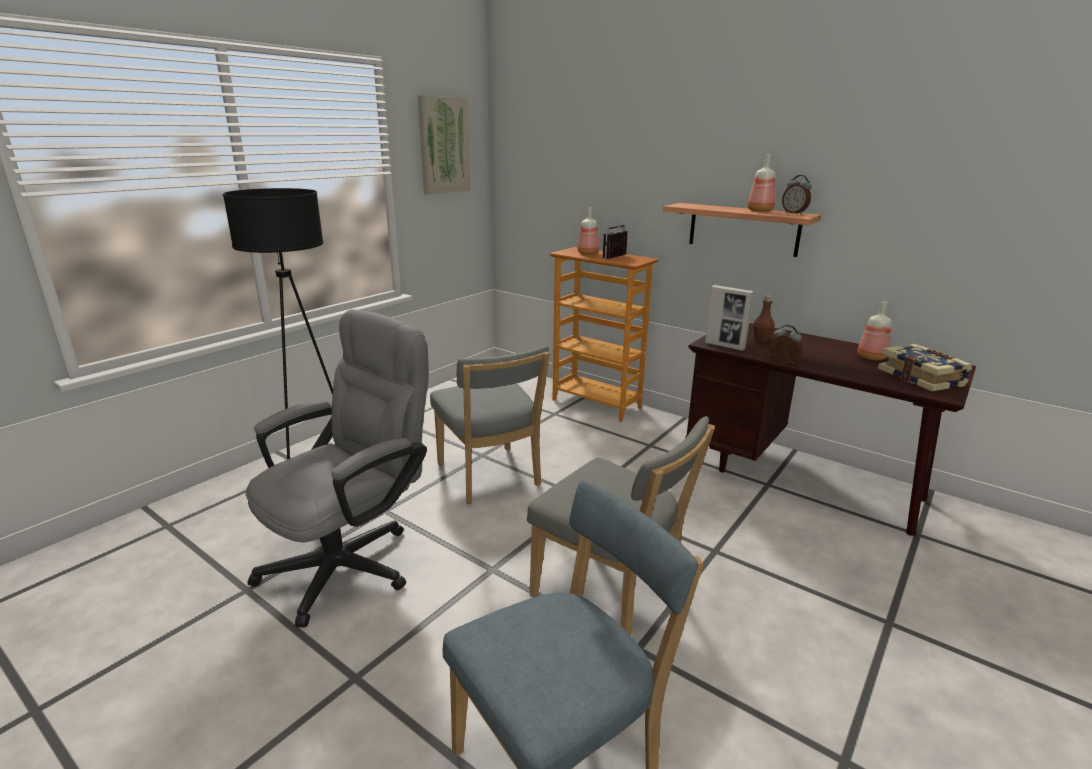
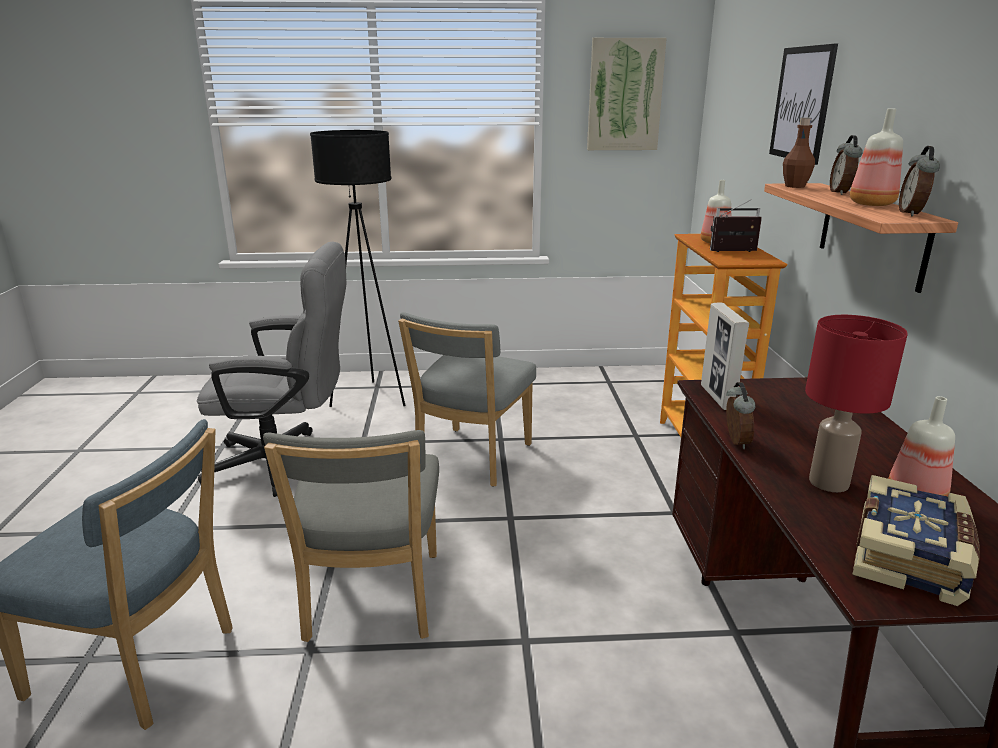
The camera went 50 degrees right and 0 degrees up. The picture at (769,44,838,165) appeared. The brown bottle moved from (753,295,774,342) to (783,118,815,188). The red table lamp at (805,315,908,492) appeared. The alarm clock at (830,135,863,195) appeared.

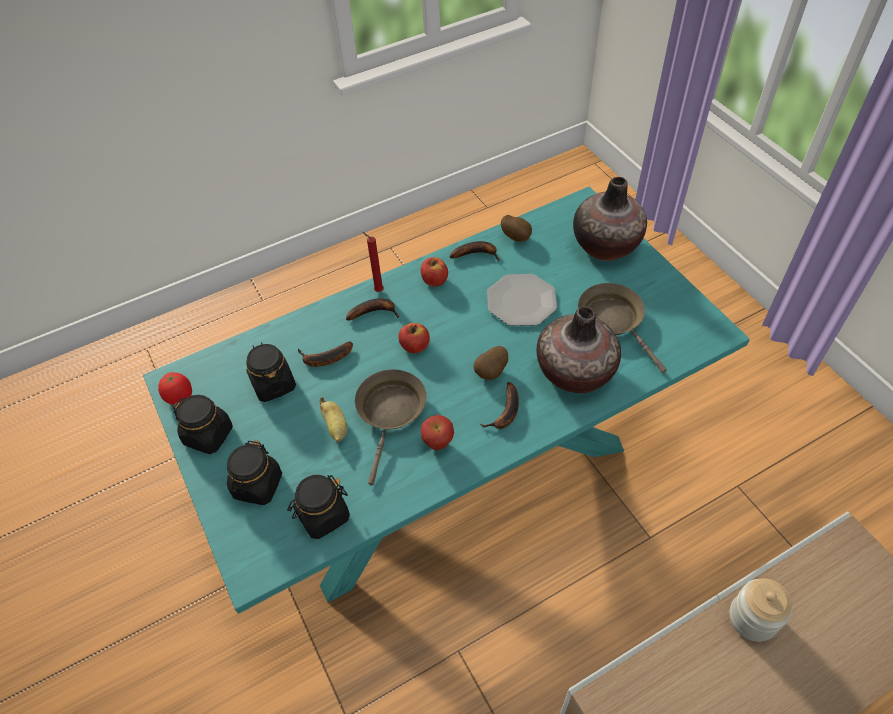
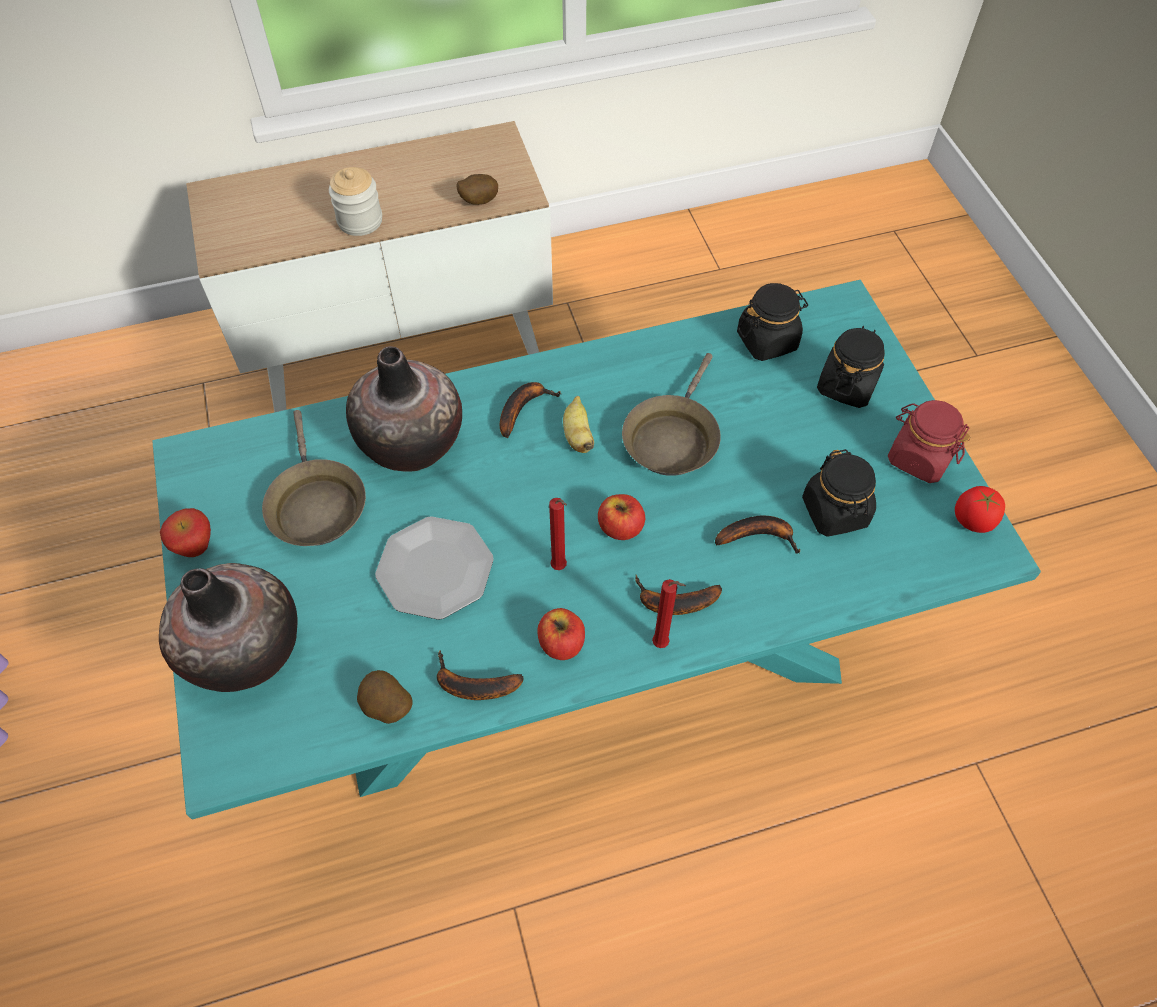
The camera went 170 degrees left and 5 degrees up. The apple moved from (421,415,454,450) to (160,508,211,557). The potato moved from (474,346,508,380) to (456,174,498,205). The red candle at (549,498,567,570) appeared. The banana moved from (319,397,347,443) to (563,396,594,453). The black jar at (174,395,233,454) became the red jar at (888,400,970,483).

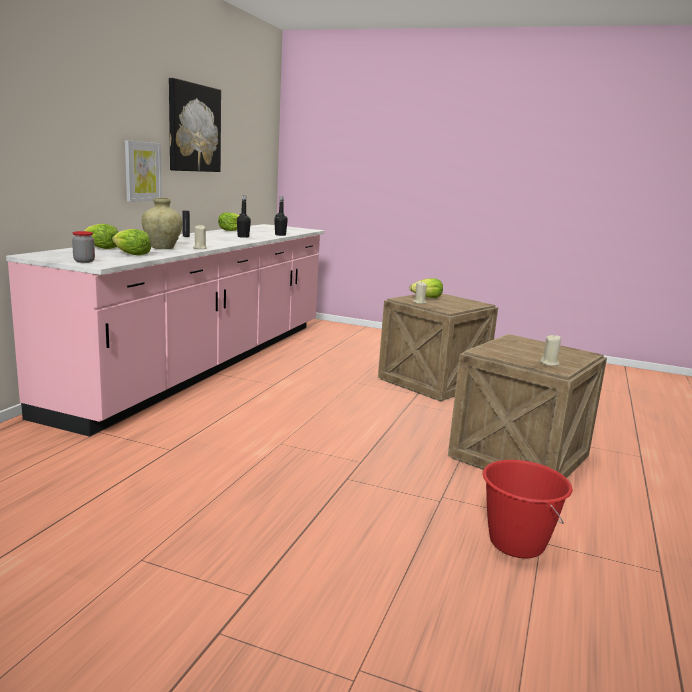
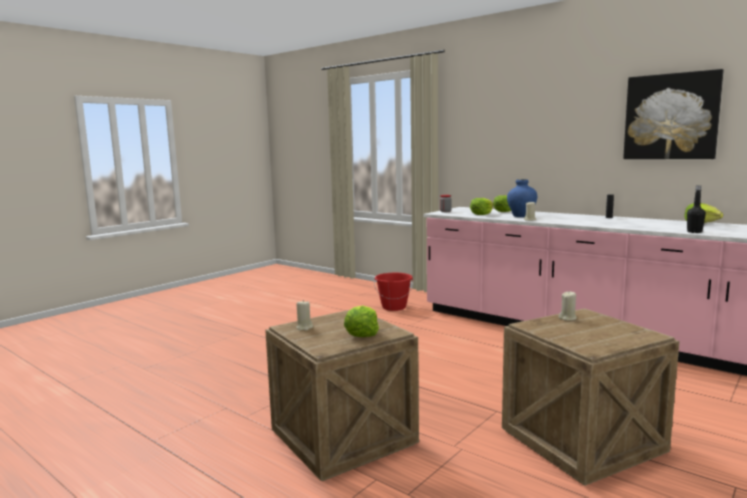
The camera went 110 degrees right and 5 degrees down. The lettuce moved from (410,278,443,298) to (344,305,379,337). The red bucket moved from (483,460,573,558) to (374,273,413,311). The beige vase at (142,198,182,249) became the blue vase at (507,179,537,217). The picture at (125,140,162,202) disappeared. The black bottle at (237,196,251,238) disappeared.

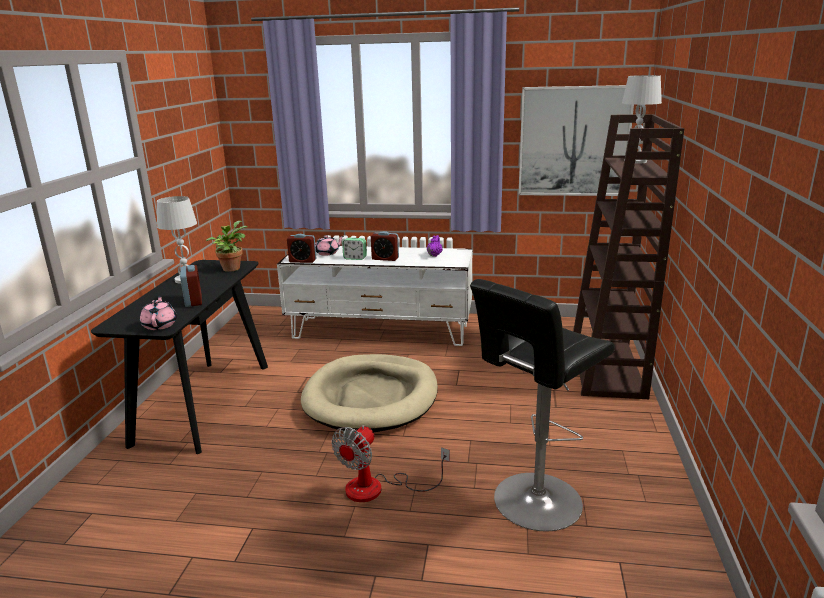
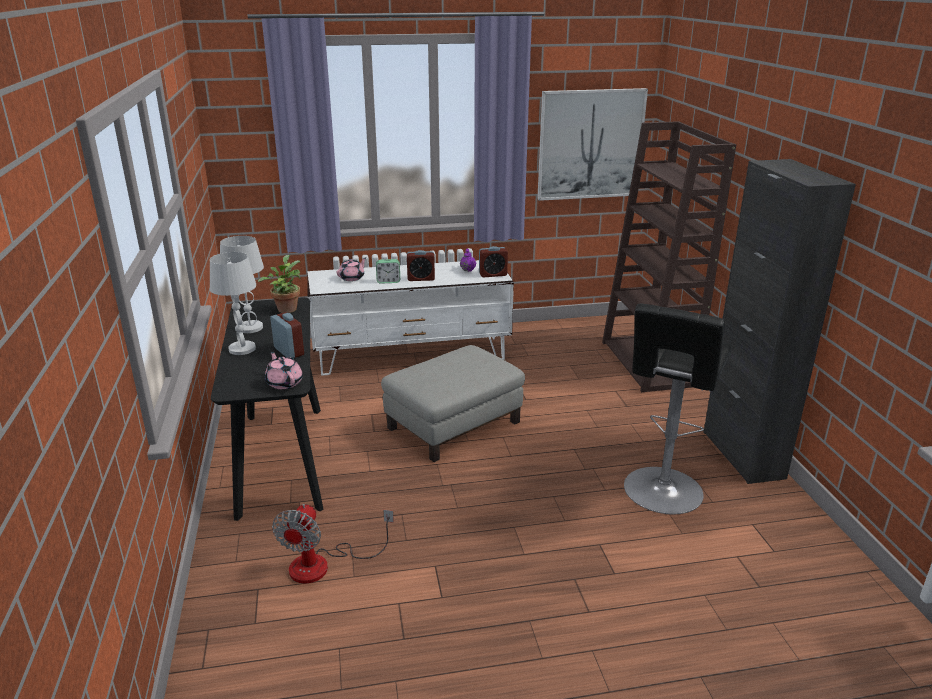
The camera went 20 degrees left and 5 degrees up. The white table lamp moved from (622,75,662,164) to (210,252,256,355). The fan moved from (331,425,450,502) to (272,504,394,584). The beige dog bed at (301,354,438,432) was replaced by the grey ottoman at (381,345,525,462). The alarm clock moved from (287,234,316,263) to (479,246,508,277). The black cabinet at (703,159,856,484) appeared.

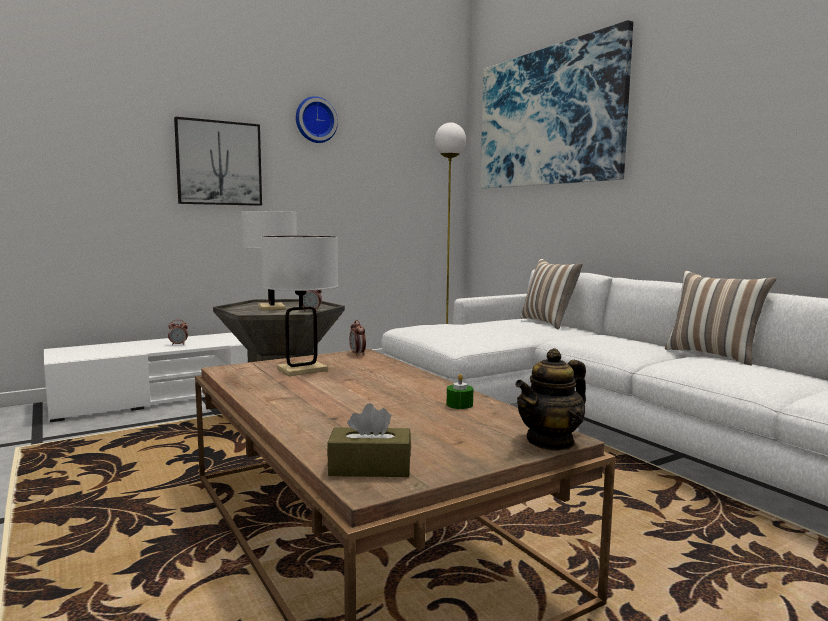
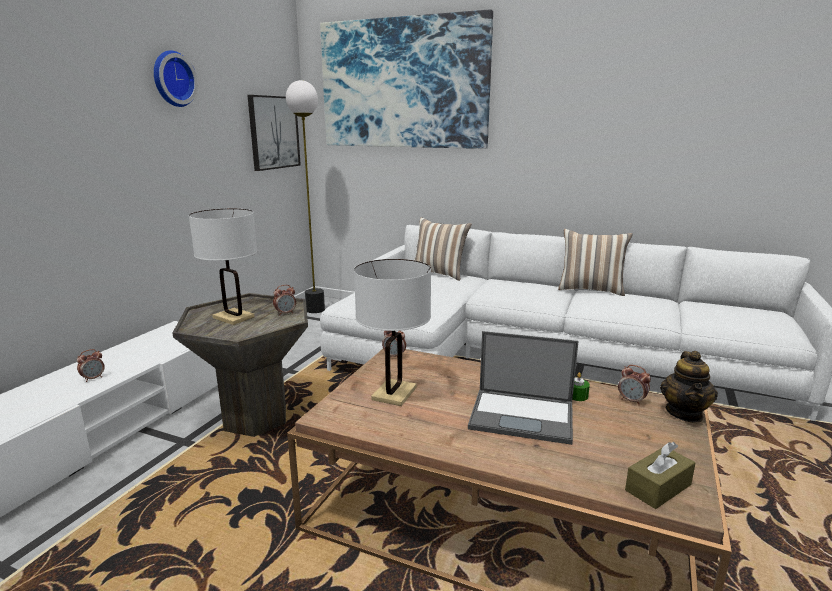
The camera went 35 degrees left and 10 degrees up. The picture moved from (174,117,262,206) to (247,95,301,171). The laptop at (468,331,579,445) appeared. The alarm clock at (618,365,651,405) appeared.

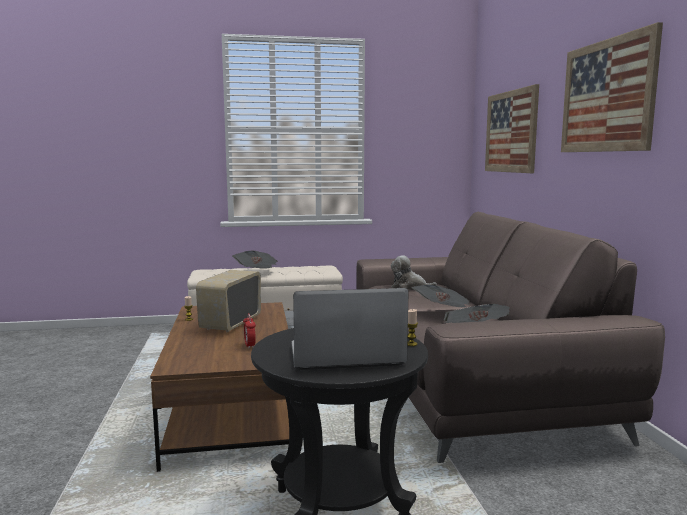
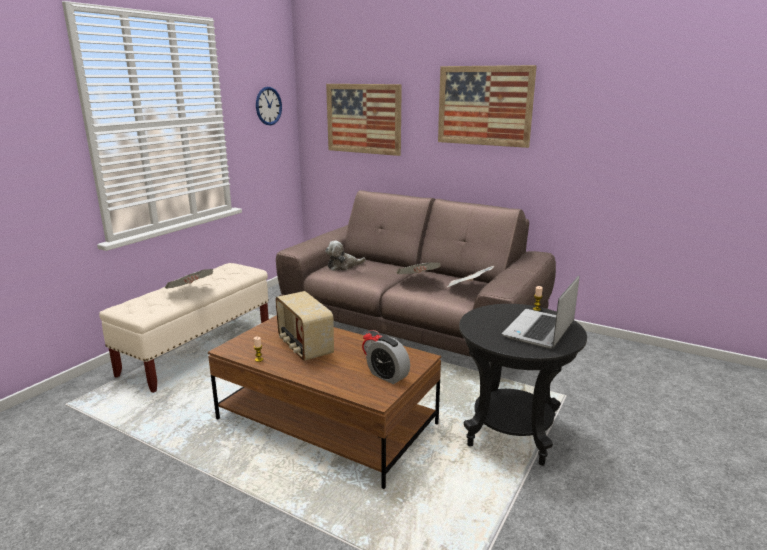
The camera went 50 degrees left and 10 degrees up. The wall clock at (256,87,282,125) appeared. The alarm clock at (366,336,410,384) appeared.

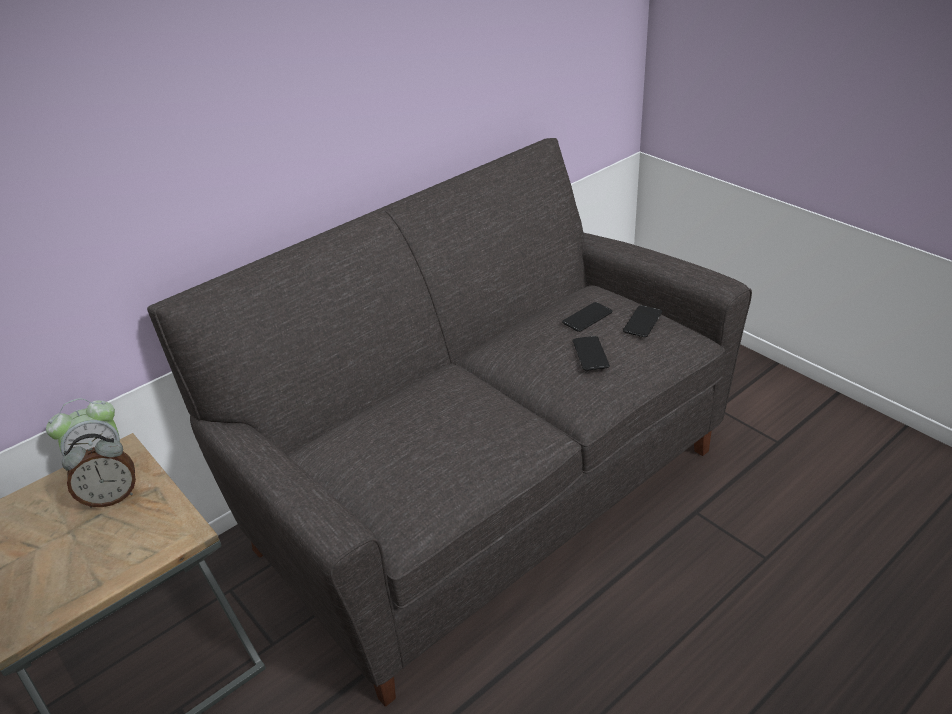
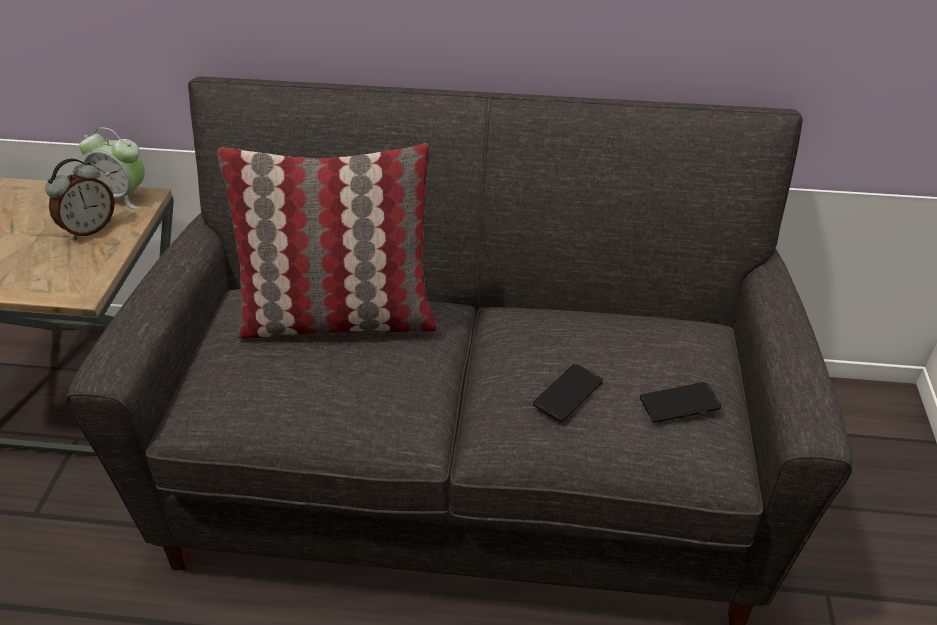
The camera went 45 degrees right and 5 degrees up. The alarm clock at (62,433,136,508) turned 75 degrees counterclockwise. The pillow at (217,143,437,339) appeared. The phone at (562,302,612,332) disappeared.

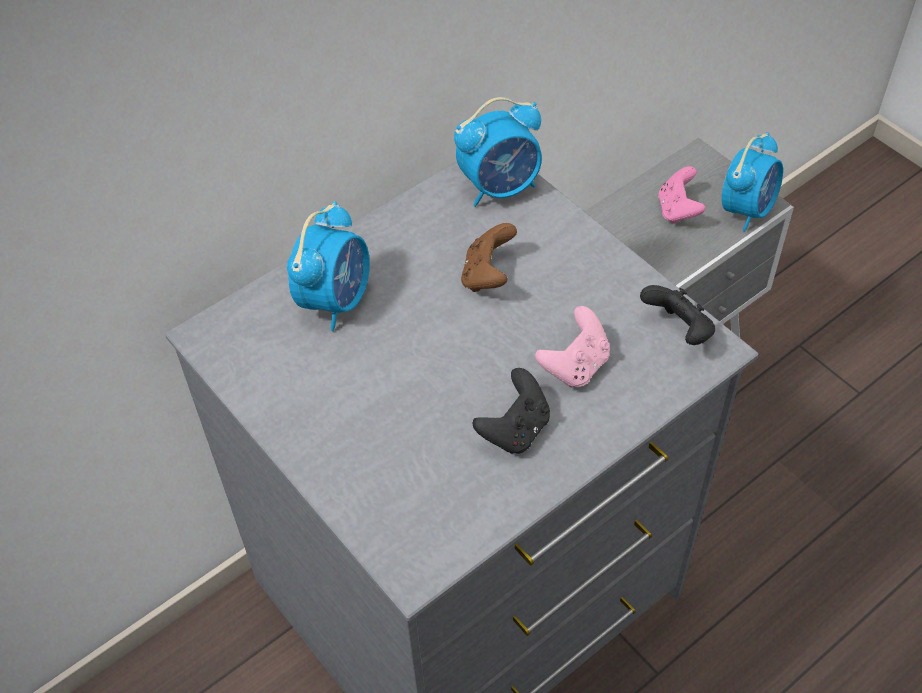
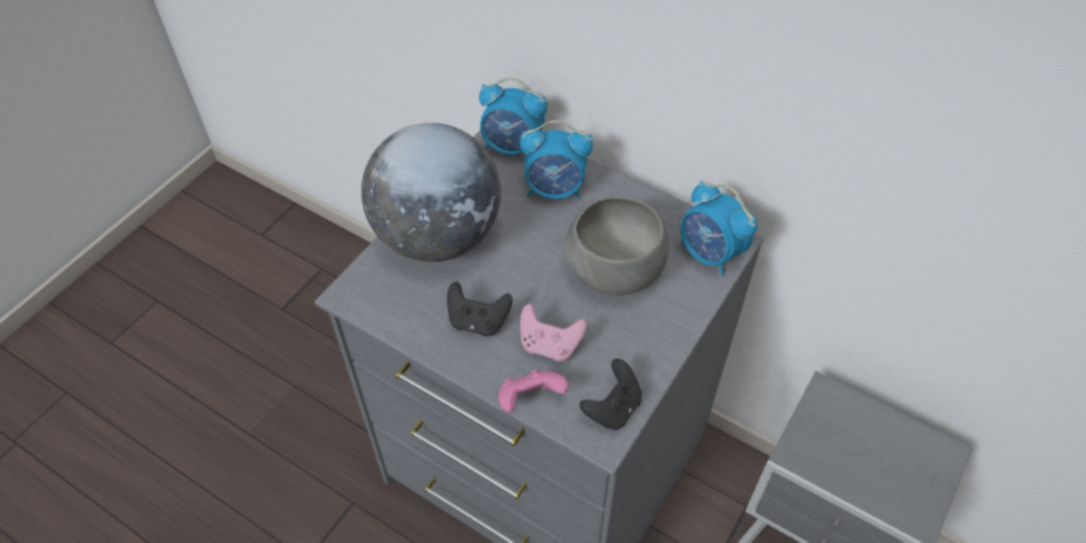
The camera went 70 degrees right and 0 degrees up. The globe at (361,123,501,262) appeared. The alarm clock moved from (722,132,783,232) to (479,78,547,155). The pink game controller moved from (658,166,706,224) to (498,370,569,412). The brown game controller at (461,223,517,292) was replaced by the grey bowl at (564,197,669,295).

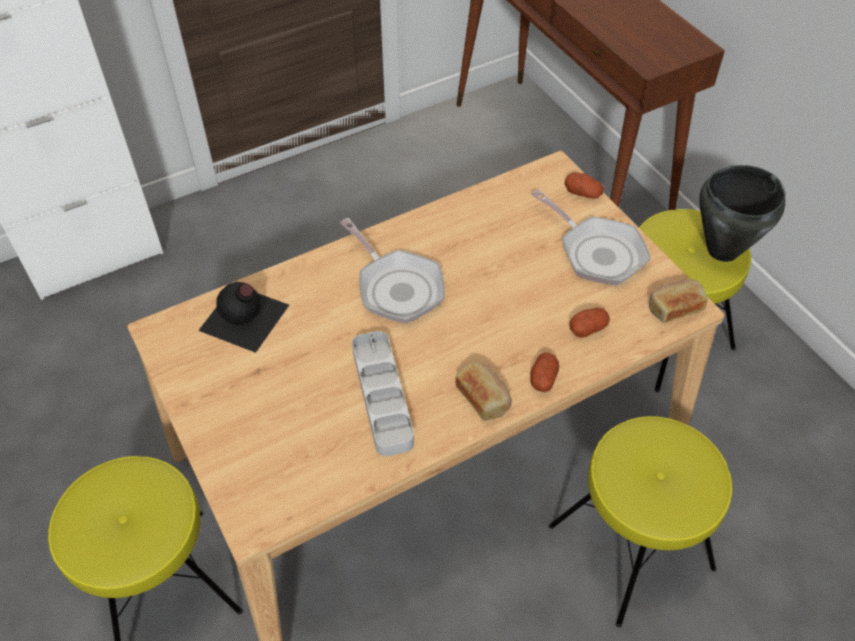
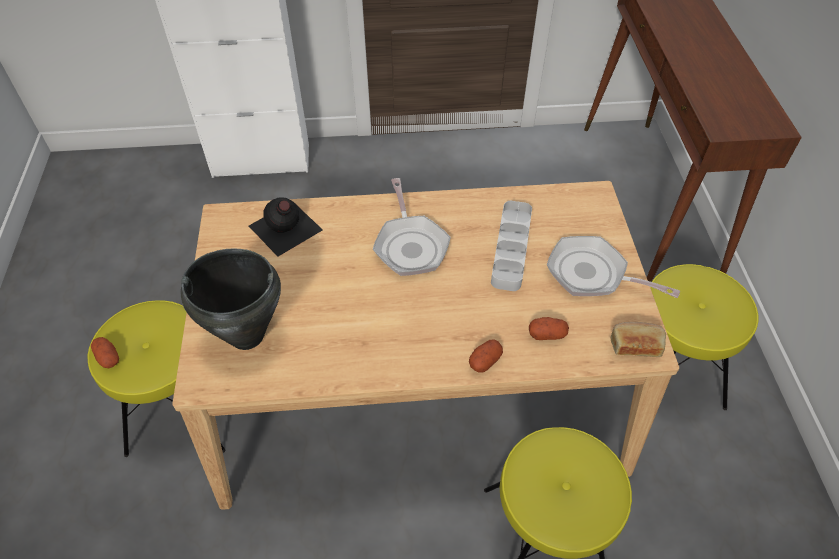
The camera went 25 degrees right and 0 degrees up. The potato moved from (565,172,604,199) to (91,337,119,368). The black cooking pot moved from (699,165,785,262) to (181,248,281,350). The grey tray moved from (352,331,414,456) to (491,201,532,291). The frying pan at (531,189,651,286) turned 135 degrees clockwise. The bread at (455,361,512,421) disappeared.

